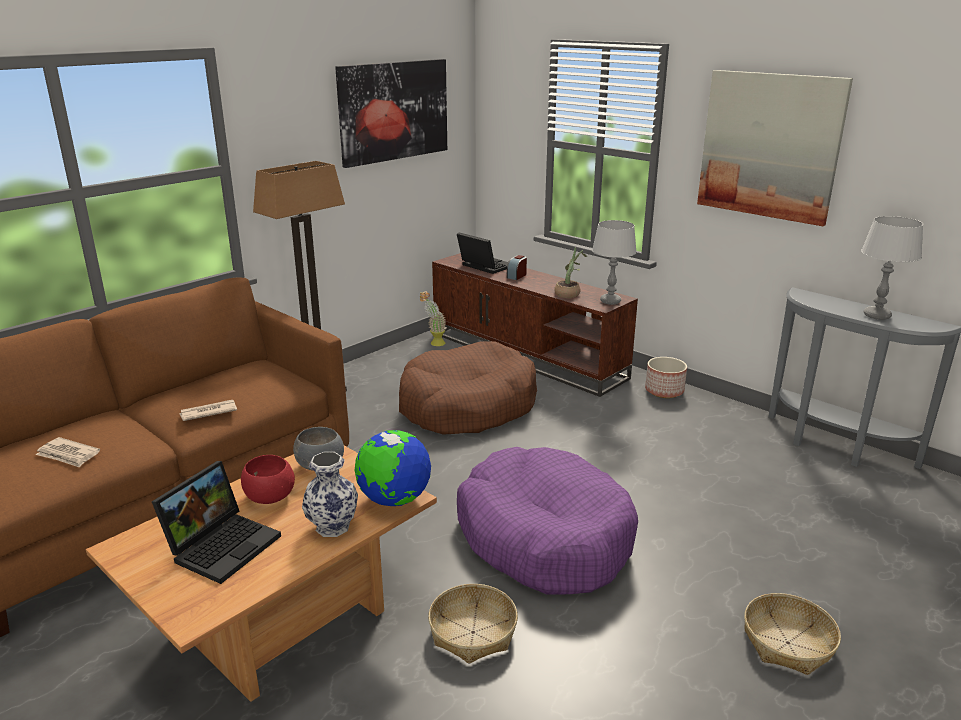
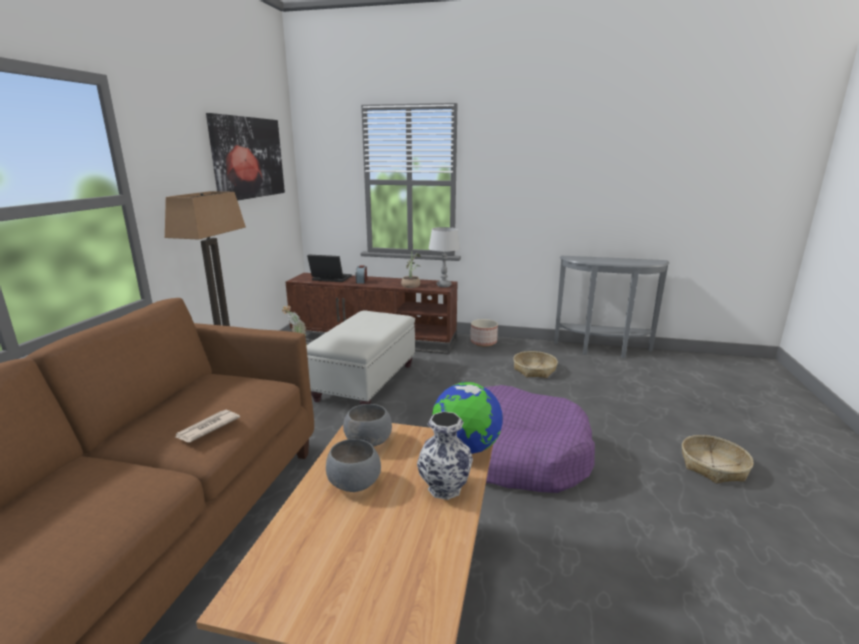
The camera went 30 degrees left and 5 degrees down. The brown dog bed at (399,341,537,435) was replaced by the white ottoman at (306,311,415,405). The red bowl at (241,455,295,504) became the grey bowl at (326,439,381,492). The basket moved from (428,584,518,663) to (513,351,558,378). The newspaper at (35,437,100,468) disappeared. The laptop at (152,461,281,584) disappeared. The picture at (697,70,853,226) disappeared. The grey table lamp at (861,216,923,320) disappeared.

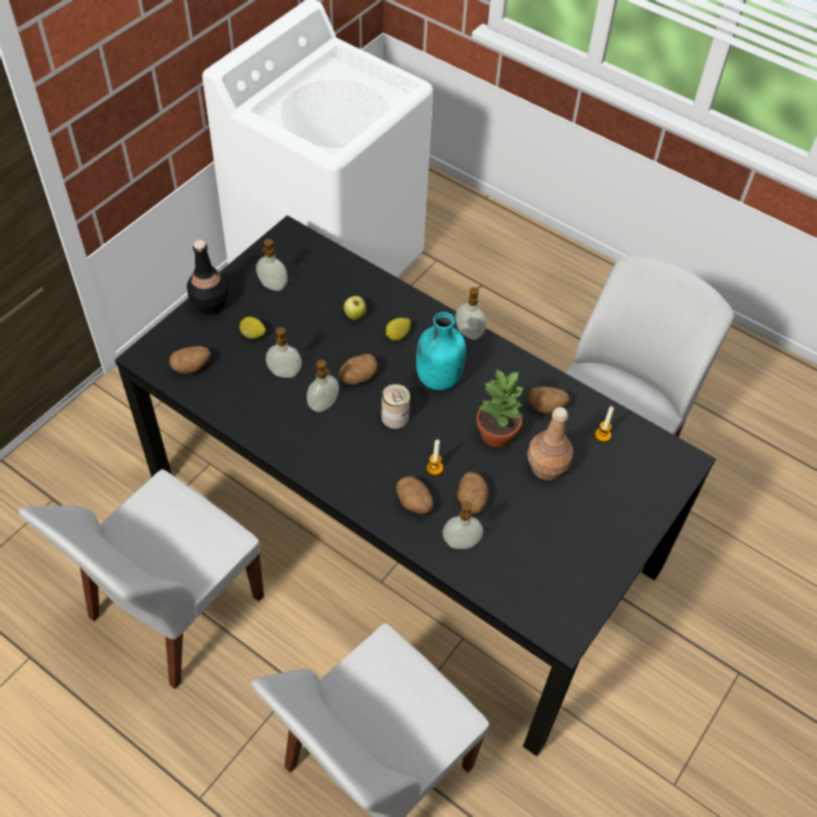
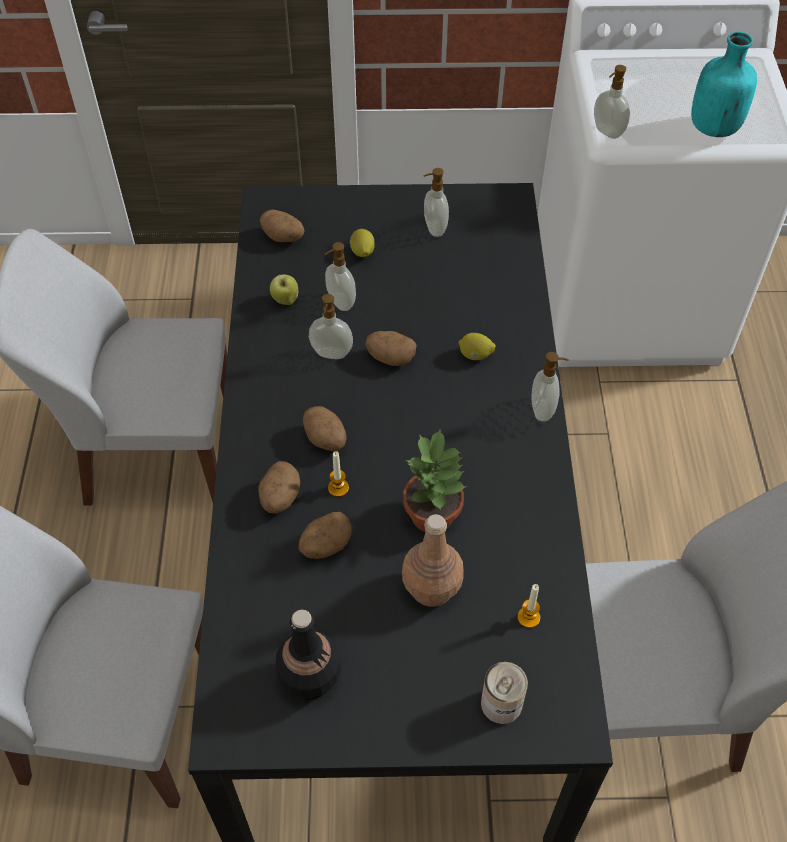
The camera went 55 degrees right and 0 degrees up. The apple moved from (344,296,366,320) to (270,274,298,305). The black bottle moved from (187,240,229,315) to (276,610,341,699). The potato moved from (527,386,570,414) to (303,406,347,451). The can moved from (381,384,410,429) to (481,662,528,724). The soap dispenser moved from (442,501,483,549) to (594,65,630,139). The turquoise bottle moved from (416,312,466,390) to (691,32,757,137).

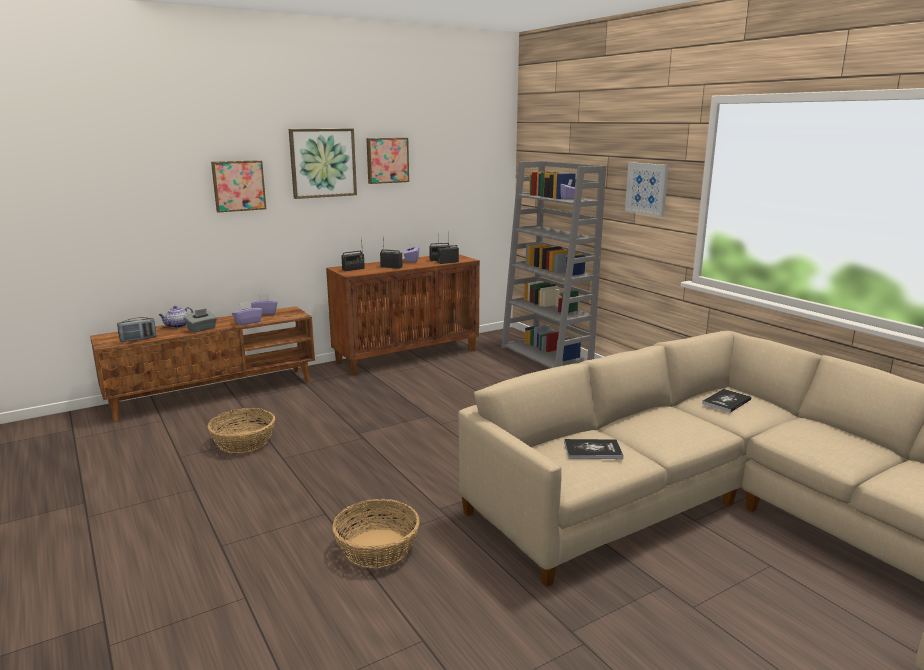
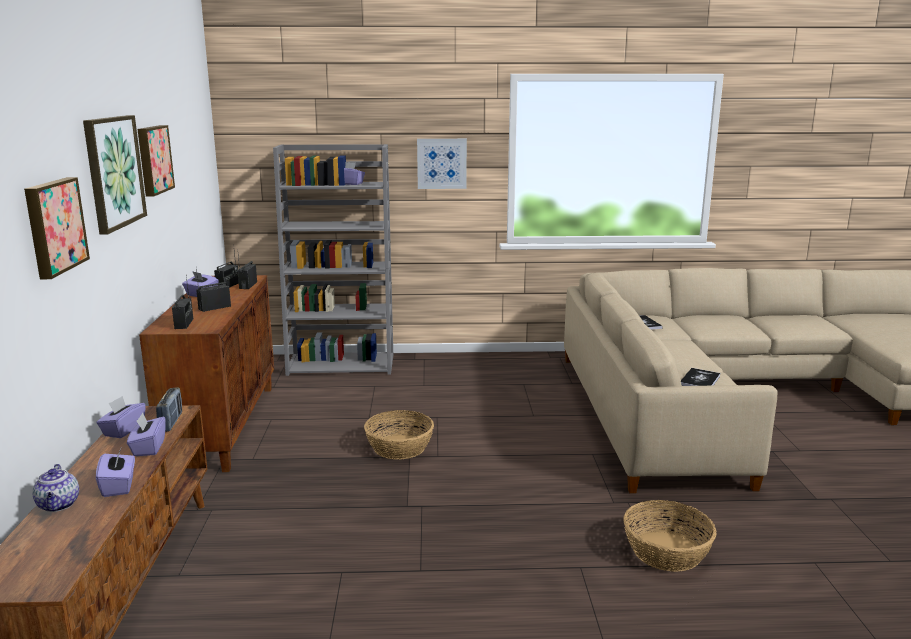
The camera went 60 degrees left and 0 degrees up. The grey tissue box at (184,308,217,332) became the purple tissue box at (96,448,135,497). The radio moved from (117,317,156,342) to (156,387,182,432). The basket moved from (208,408,275,453) to (364,410,434,460).

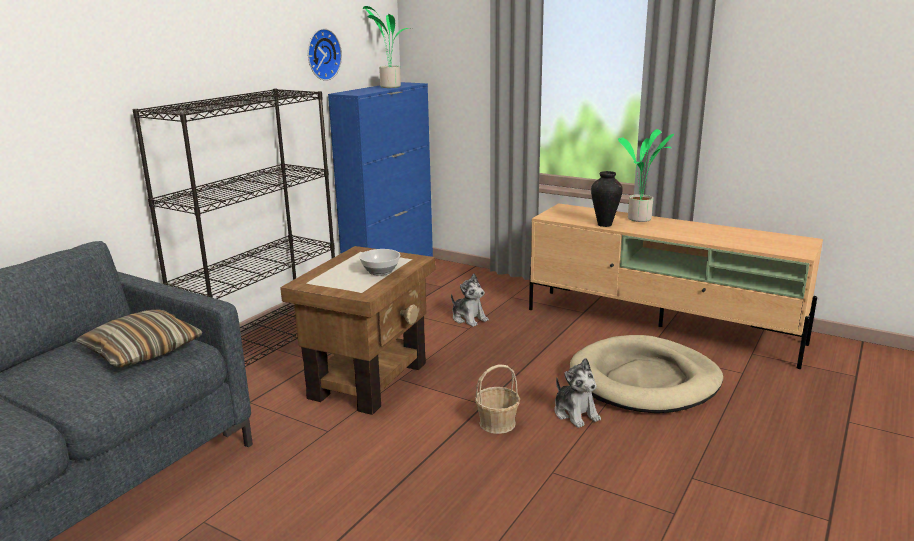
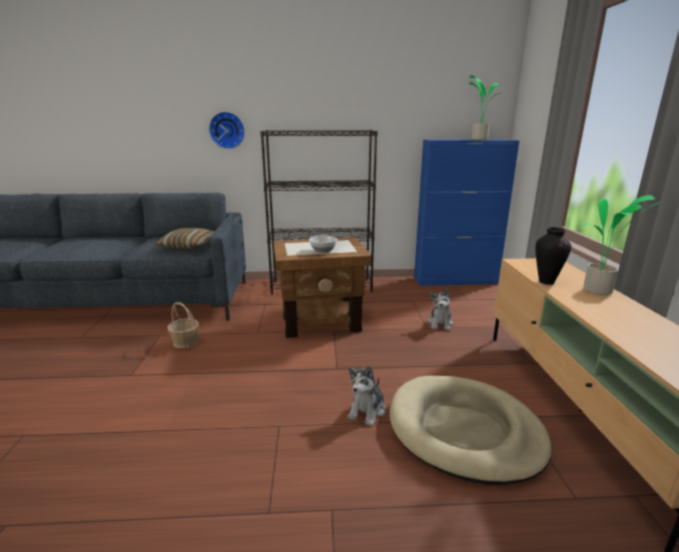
The camera went 55 degrees right and 0 degrees up. The basket moved from (475,365,520,434) to (168,302,199,348). The wall clock moved from (308,28,342,81) to (209,112,245,149).

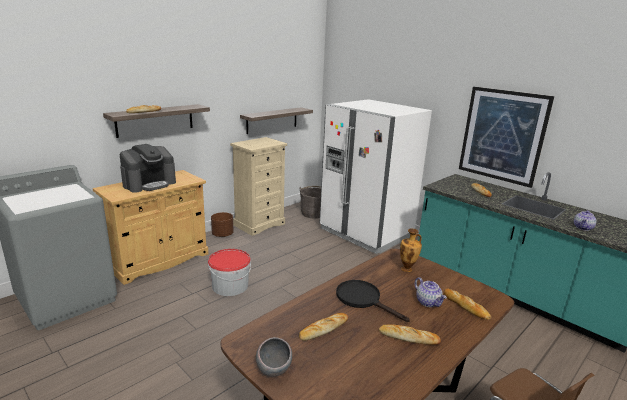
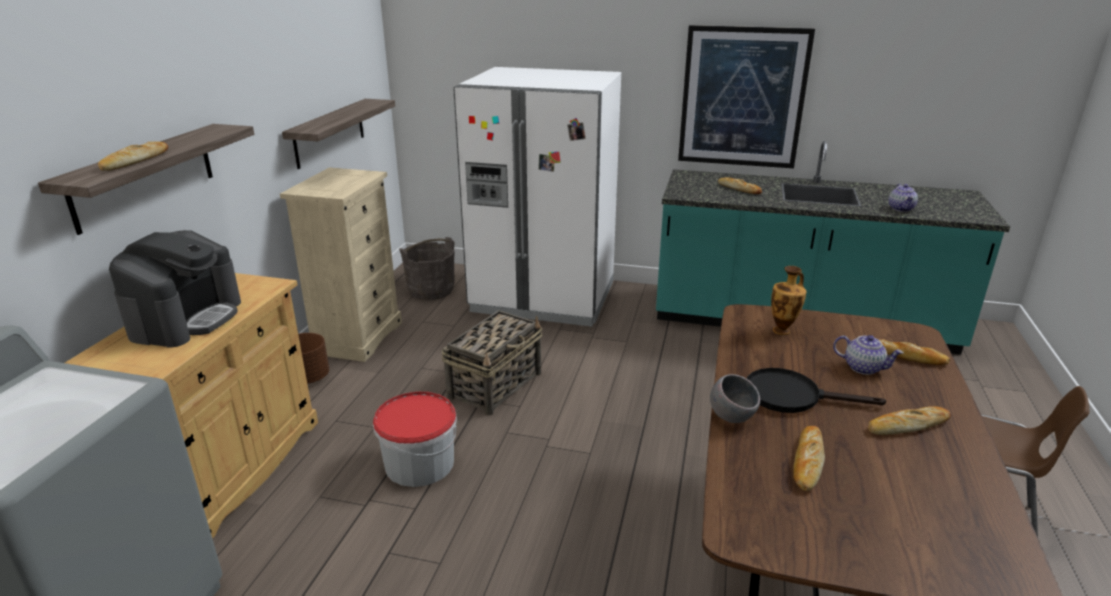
The camera went 30 degrees left and 5 degrees up. The basket at (442,310,543,416) appeared. The grey bowl moved from (256,337,292,377) to (710,374,760,423).

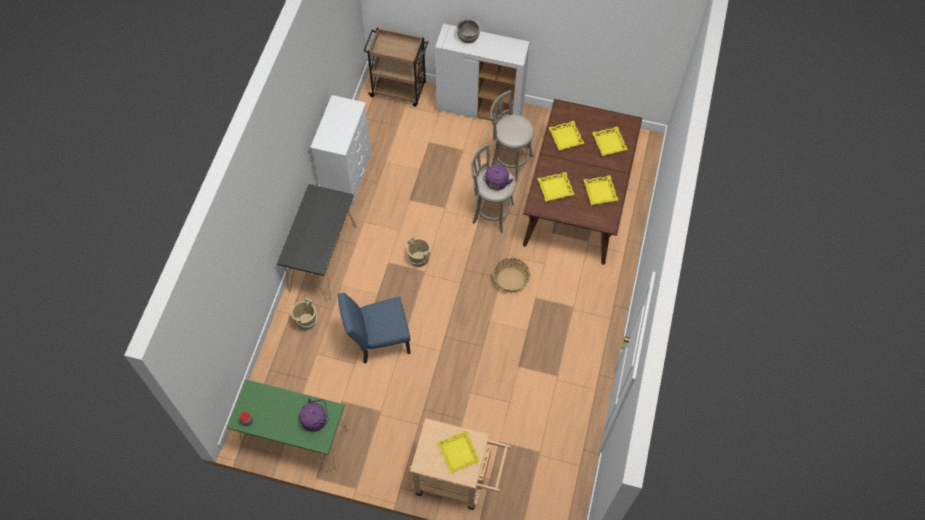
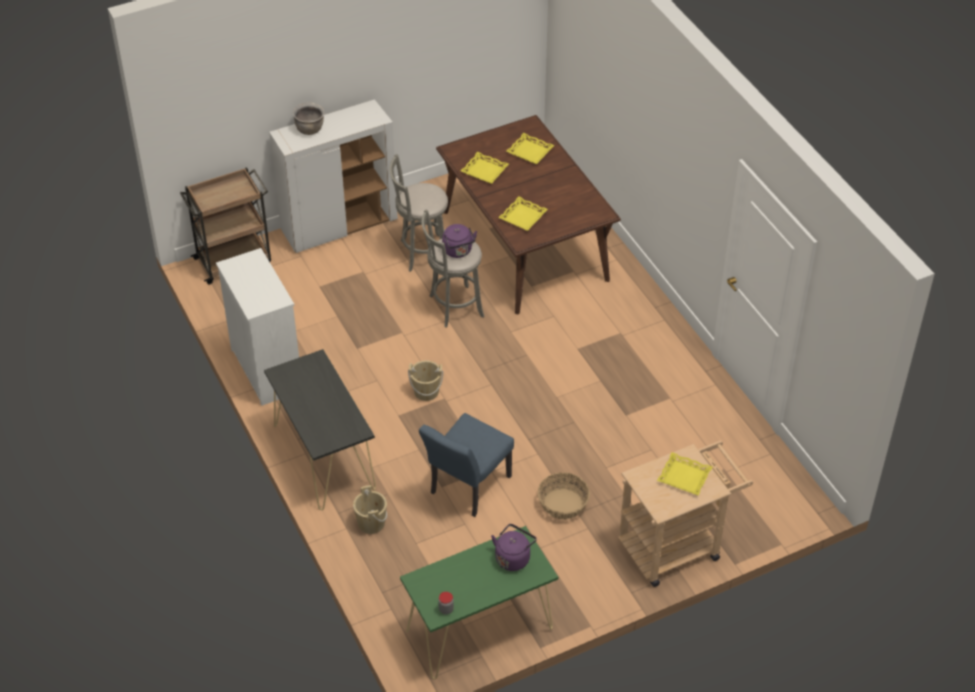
The camera went 40 degrees left and 15 degrees down. The basket moved from (493,257,531,292) to (538,472,590,520). The yellow tray at (584,175,618,205) disappeared.

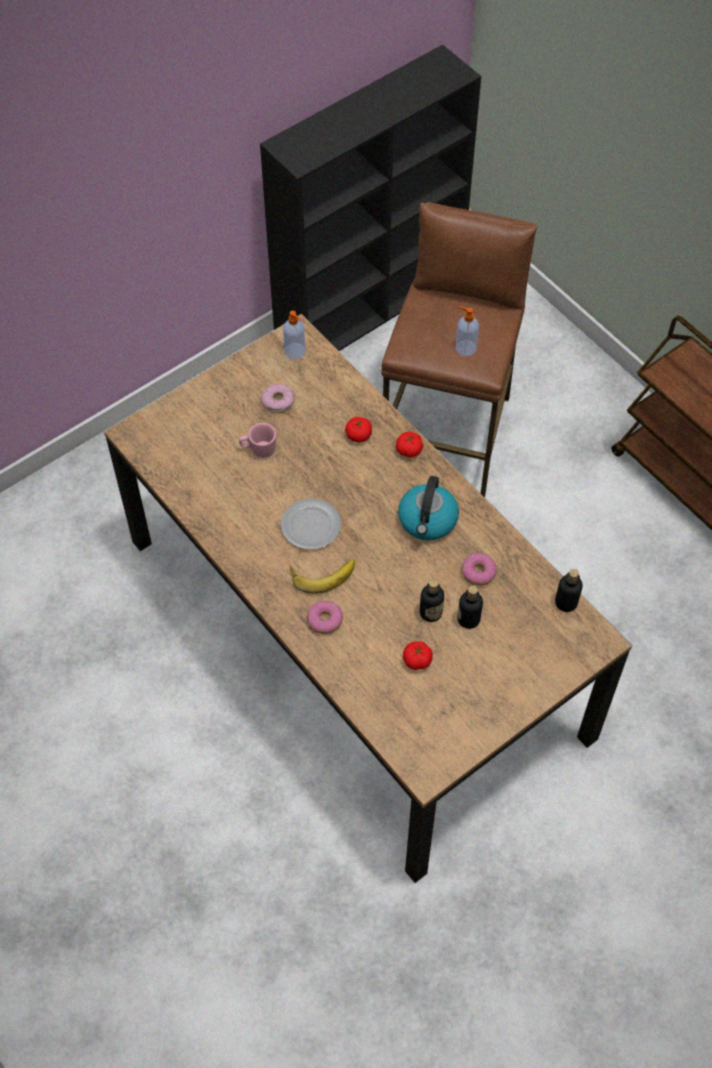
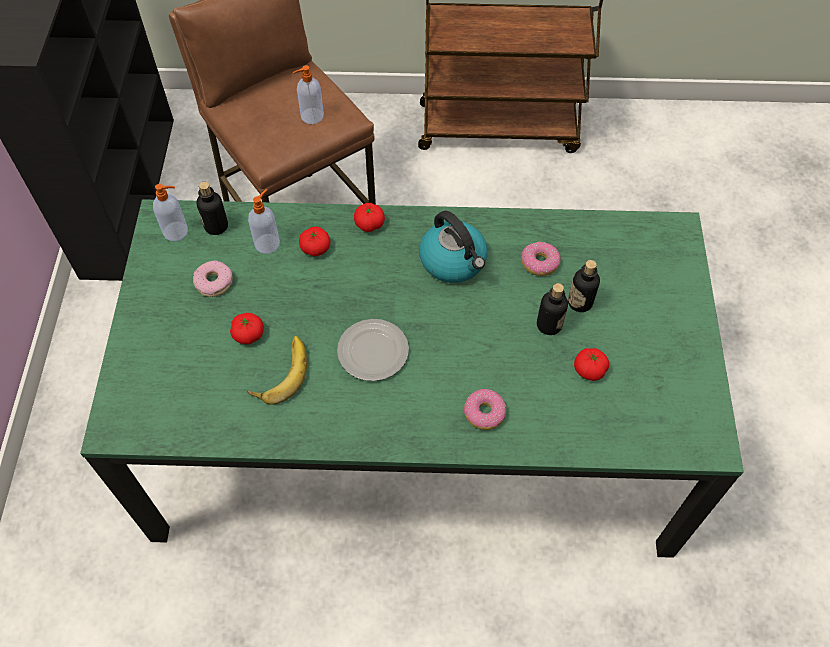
The camera went 50 degrees left and 0 degrees up. The brown dining table at (104,314,632,883) became the green dining table at (80,199,744,558). The bottle moved from (555,569,583,612) to (196,182,228,235). The pink mug at (239,423,276,458) was replaced by the tomato at (230,313,264,344). The banana moved from (290,559,355,594) to (247,336,307,405). The soap dispenser at (248,189,280,254) appeared.

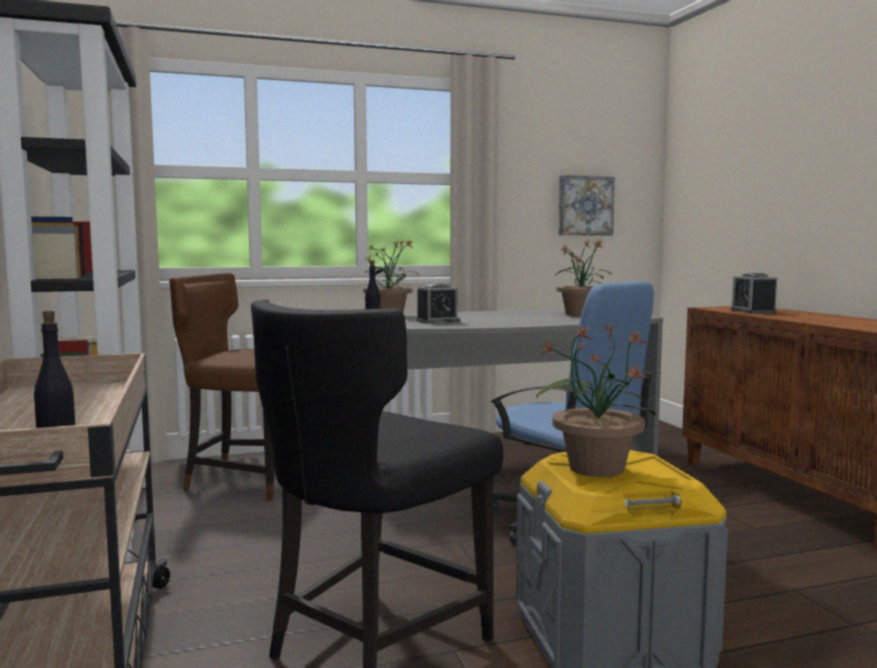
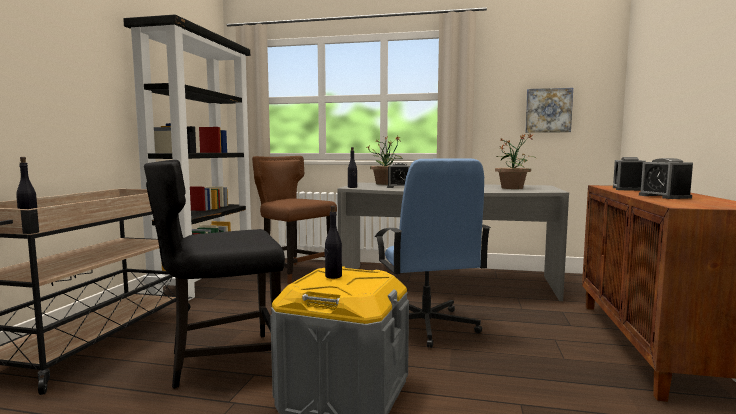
The camera went 30 degrees right and 0 degrees up. The potted plant at (536,323,656,477) was replaced by the black bottle at (324,205,342,279). The alarm clock at (639,158,693,199) appeared.

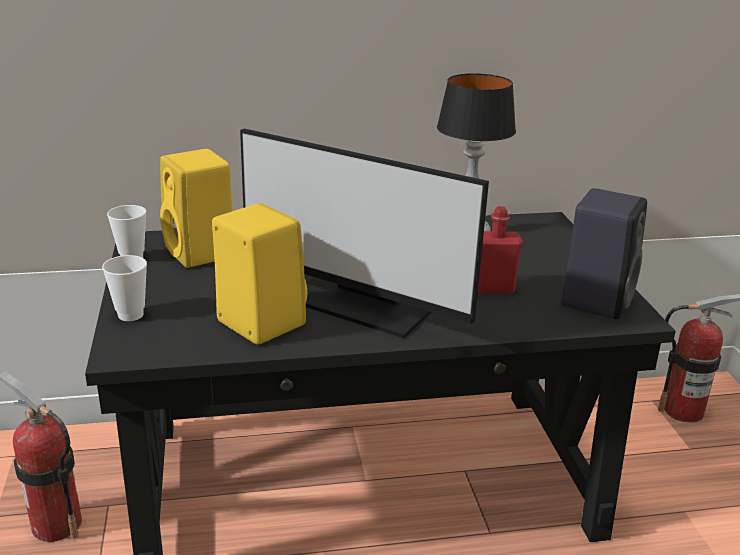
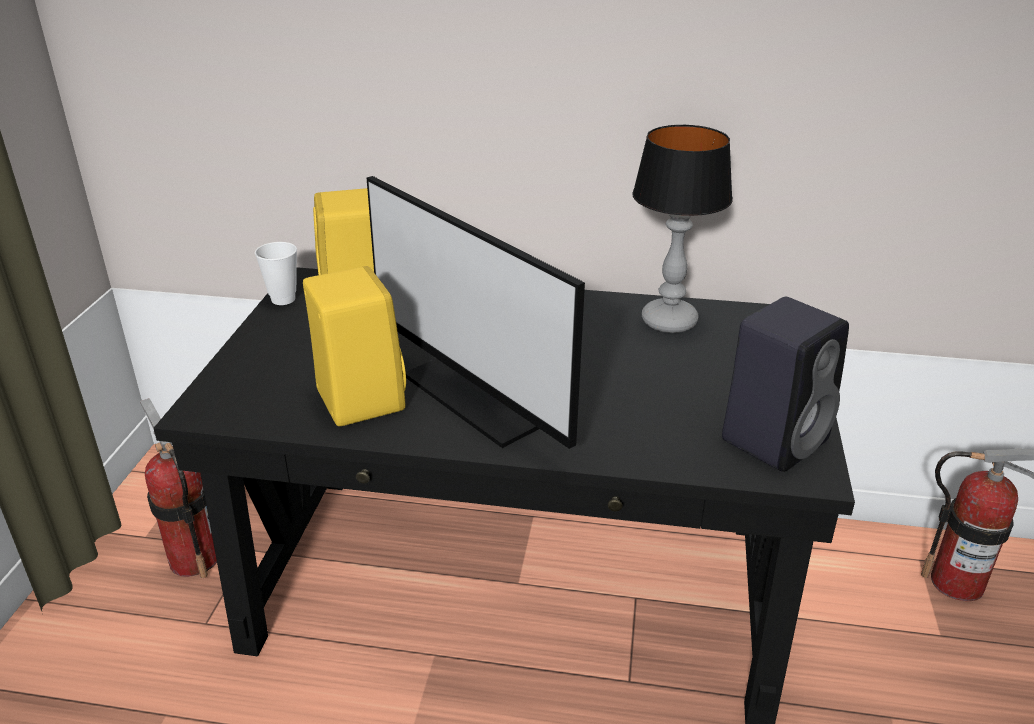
The camera went 20 degrees right and 5 degrees up. The cup at (102,255,147,321) disappeared. The red bottle at (478,206,523,294) disappeared.

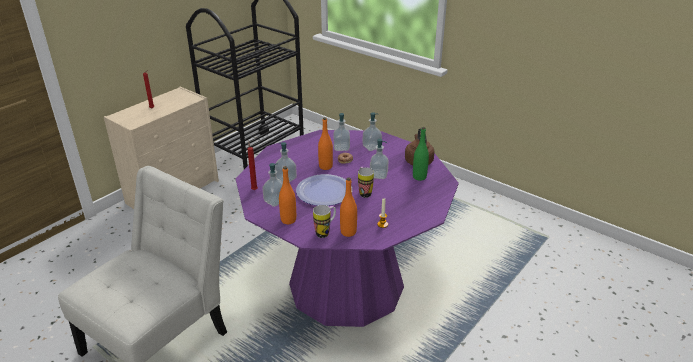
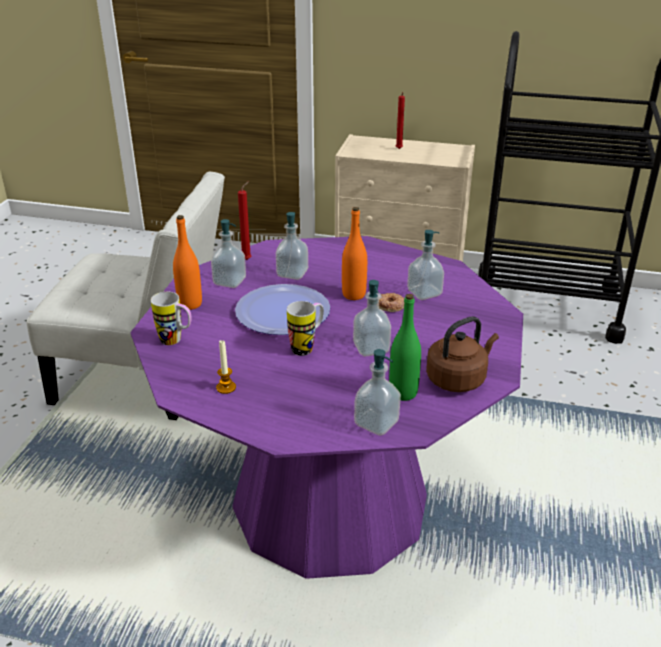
The camera went 65 degrees right and 0 degrees up. The soap dispenser moved from (363,112,382,151) to (354,349,401,436). The orange bottle at (340,177,357,237) disappeared.

